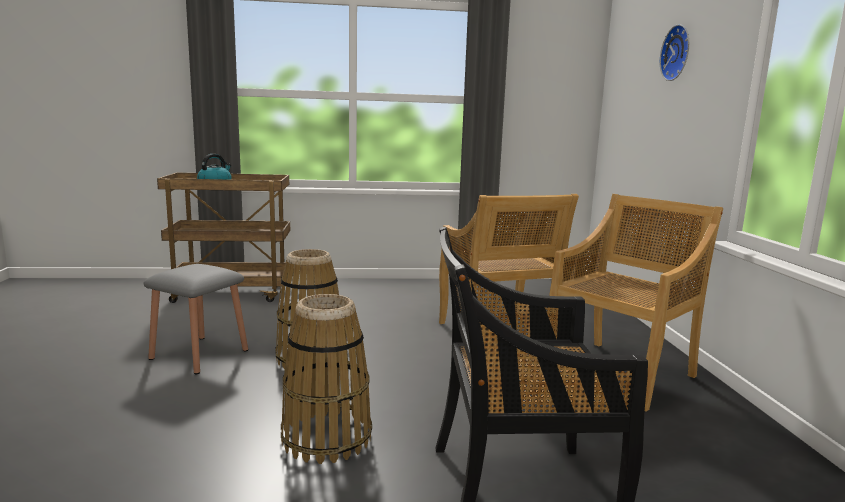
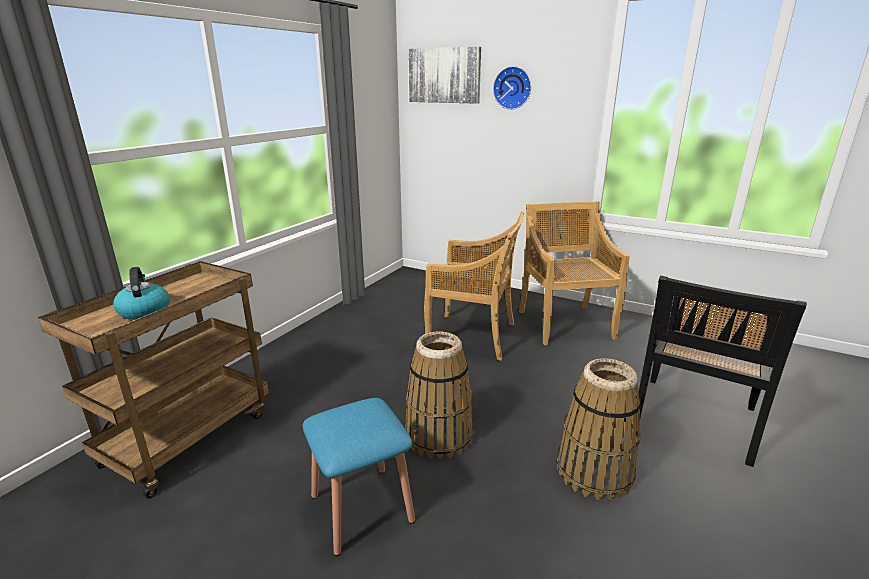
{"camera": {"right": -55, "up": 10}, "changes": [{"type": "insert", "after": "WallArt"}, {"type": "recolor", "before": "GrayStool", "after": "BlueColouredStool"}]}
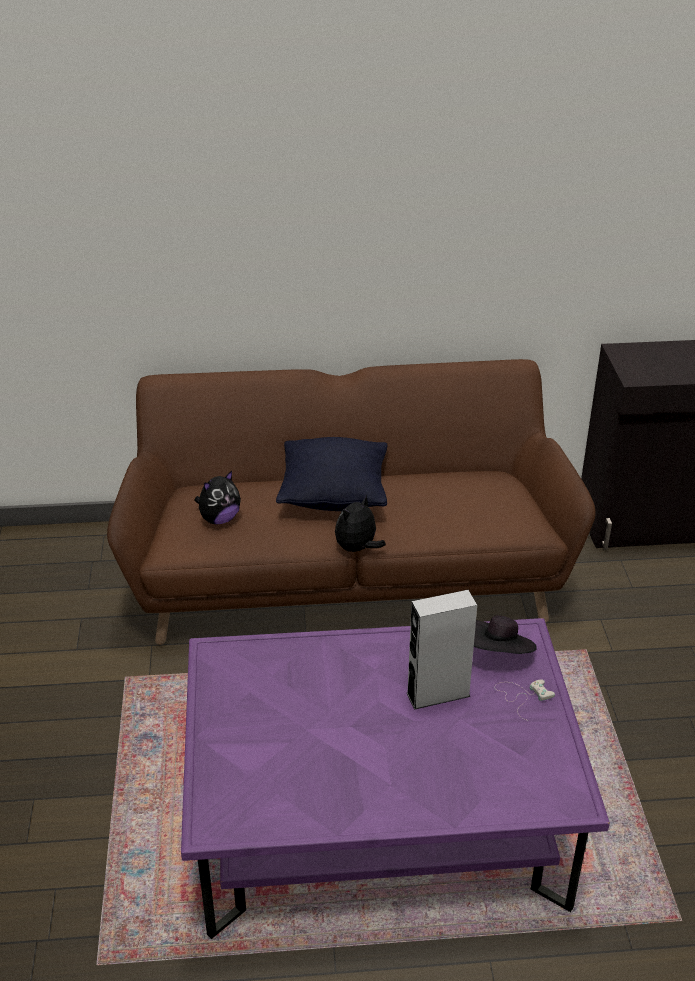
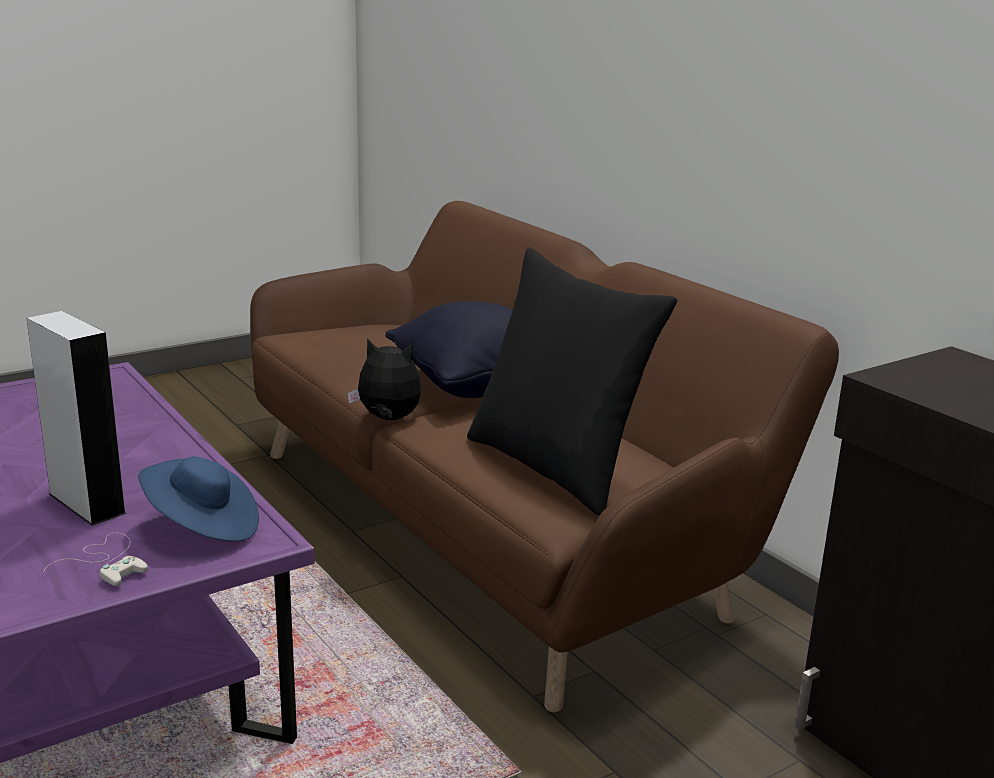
{"camera": {"right": 60, "up": -15}, "changes": [{"type": "delete", "before": "PlushToy (1st from left)"}, {"type": "insert", "after": "BlackColouredThrowPillow (2nd from left)"}, {"type": "recolor", "before": "BlackColouredWearableHat", "after": "BlueColouredWearableHat"}]}
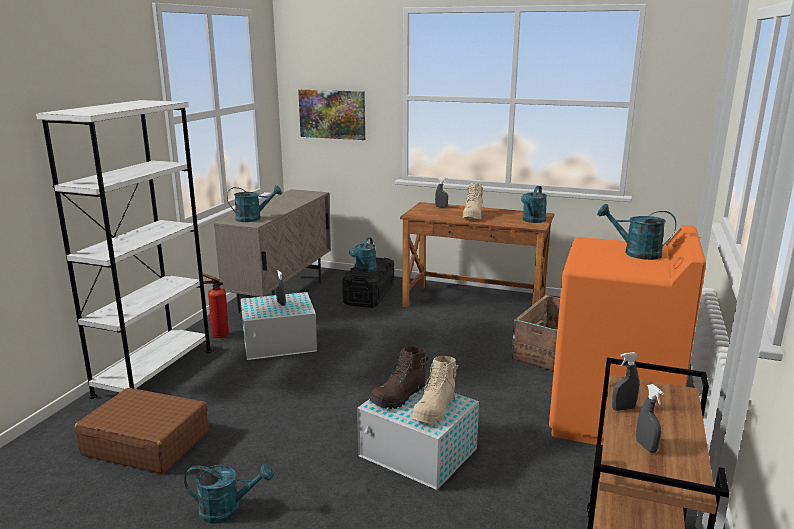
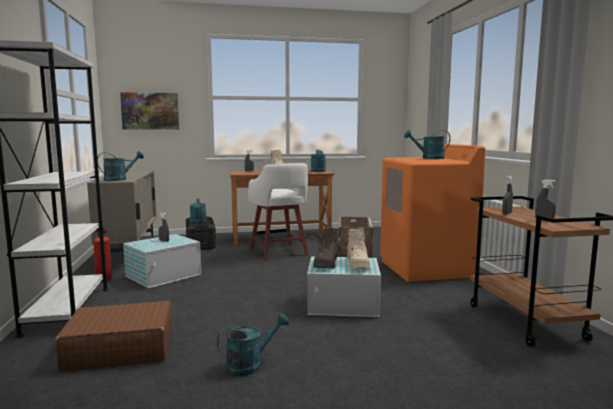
{"camera": {"right": -30, "up": -10}, "changes": [{"type": "insert", "after": "WhiteColouredStool"}]}
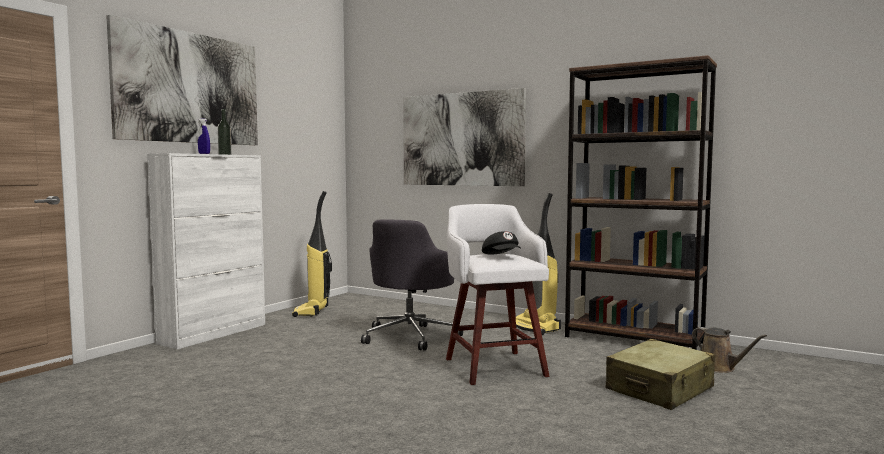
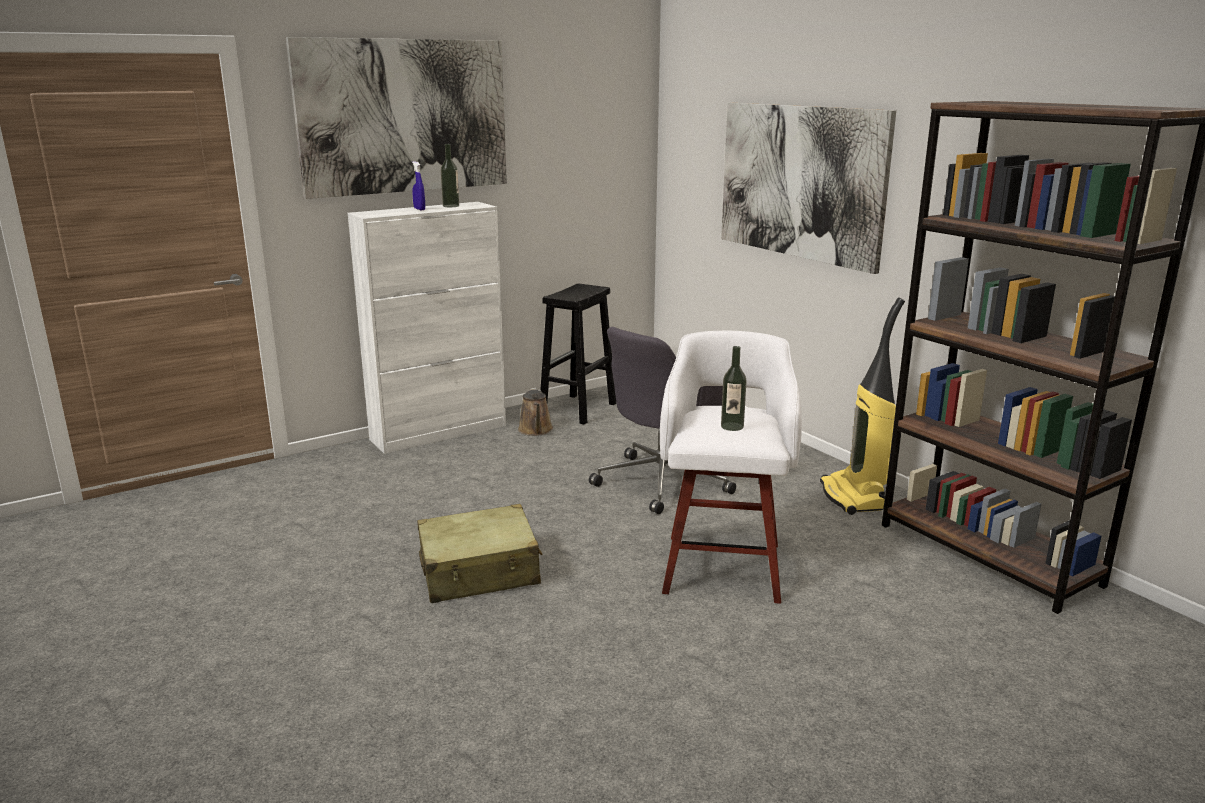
{"camera": {"right": 25, "up": 15}, "changes": [{"type": "move", "before": "SandColouredPieceOfLuggage"}, {"type": "move", "before": "BrownWateringPot"}, {"type": "replace", "before": "VacuumCleaner (1st from left)", "after": "BlackColouredStool"}, {"type": "replace", "before": "BlackColouredCap", "after": "BeverageBottle (2nd from left)"}]}
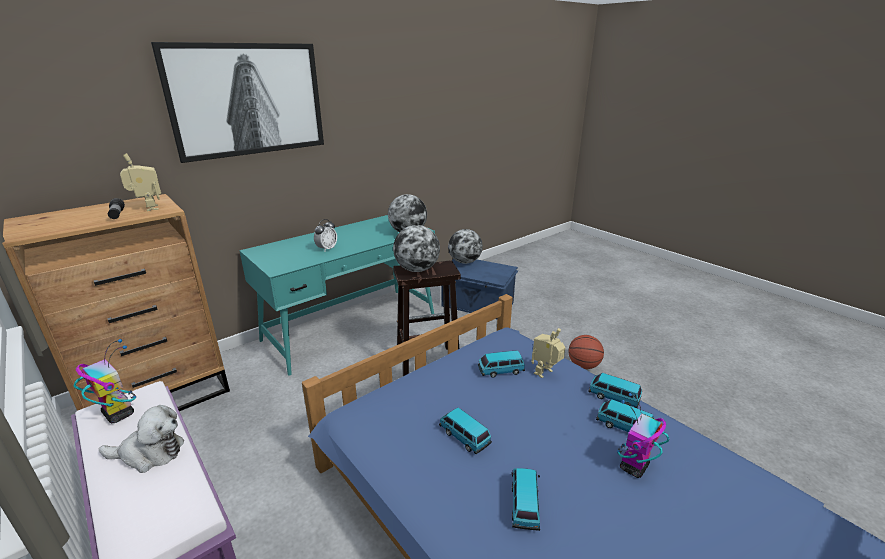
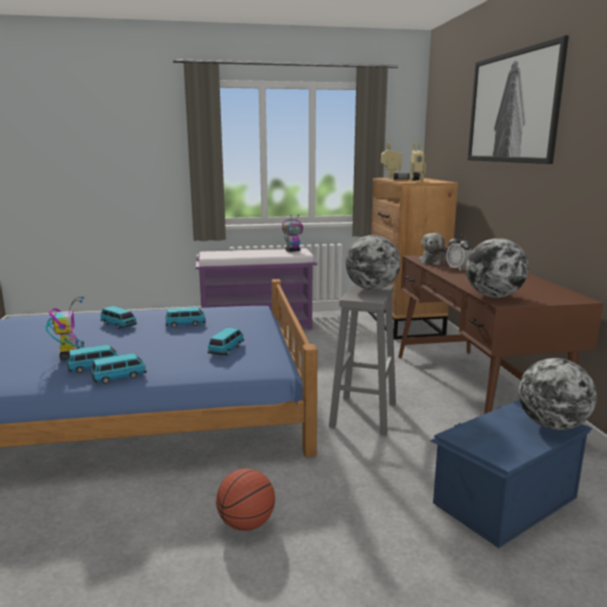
{"camera": {"right": 120, "up": -10}, "changes": [{"type": "move", "before": "PlushToy"}, {"type": "move", "before": "RobotFigure (3rd from left)"}, {"type": "recolor", "before": "BlueGreenDeskTable", "after": "BrownDeskTable"}, {"type": "recolor", "before": "BrownStool", "after": "GrayStool"}]}
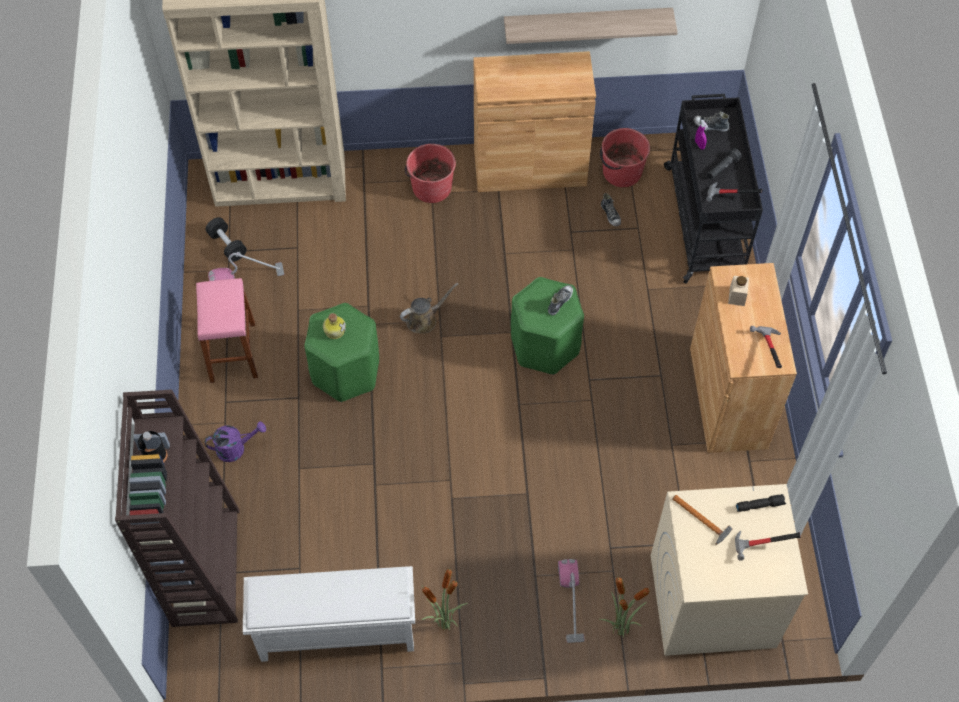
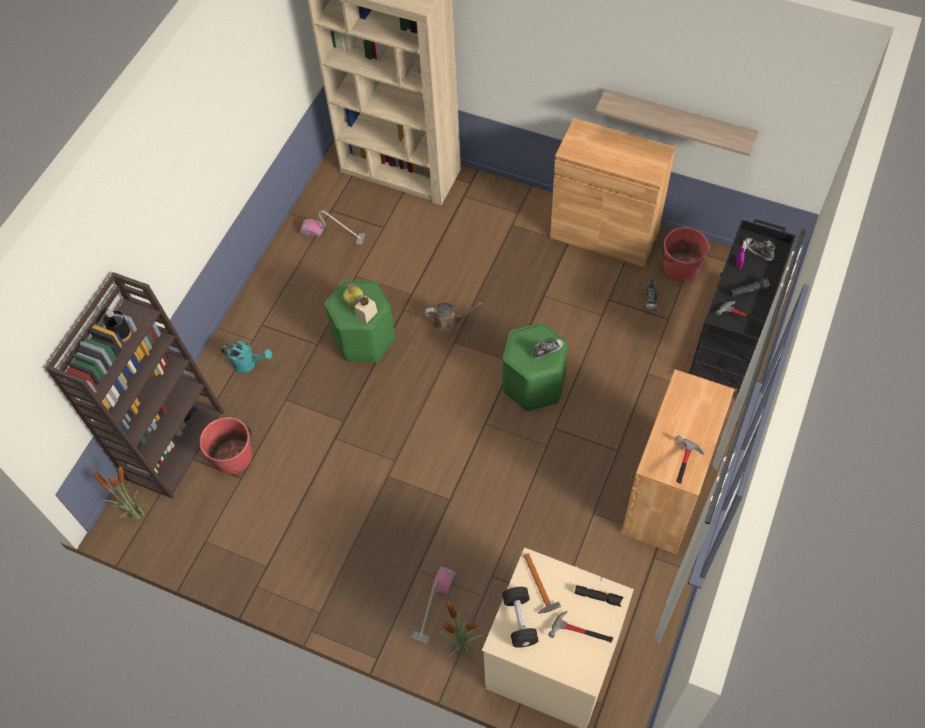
{"camera": {"right": 30, "up": 0}, "changes": [{"type": "delete", "before": "PinkishStool"}, {"type": "delete", "before": "WhiteColouredShoeStand"}, {"type": "move", "before": "BlackColouredFreeWeight"}, {"type": "move", "before": "RedColouredPail (1st from left)"}, {"type": "move", "before": "Houseplant (1st from left)"}, {"type": "move", "before": "SandColouredStorageJar"}, {"type": "recolor", "before": "PurpleWateringPot", "after": "BlueGreenWateringPot"}]}
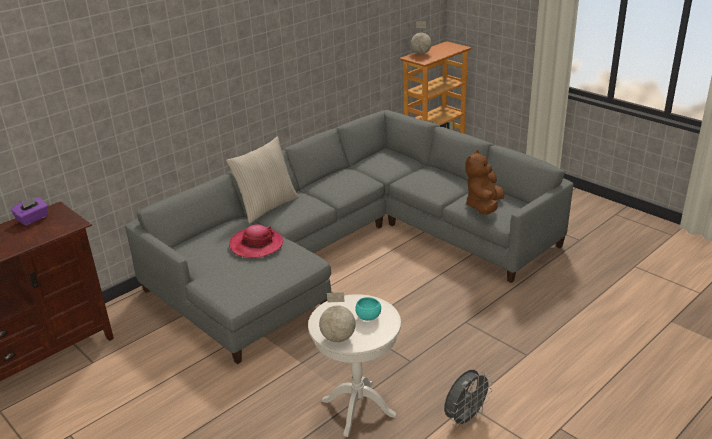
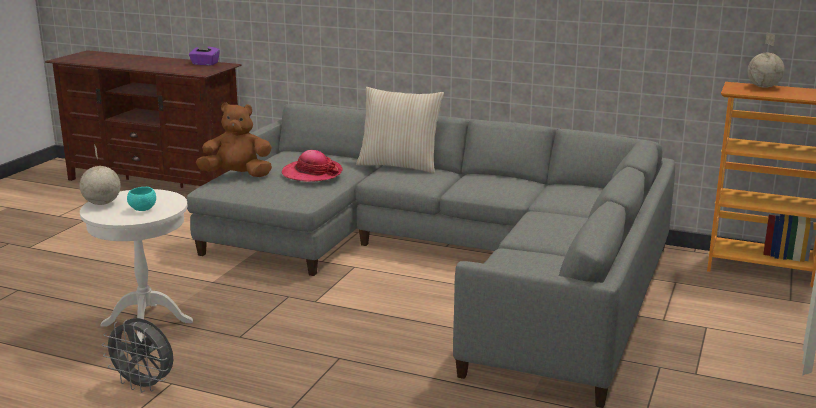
{"camera": {"right": 65, "up": -10}, "changes": [{"type": "move", "before": "BrownPlushToy"}]}
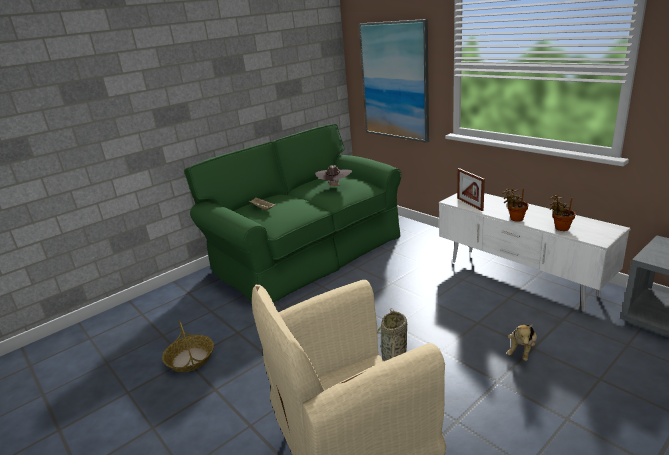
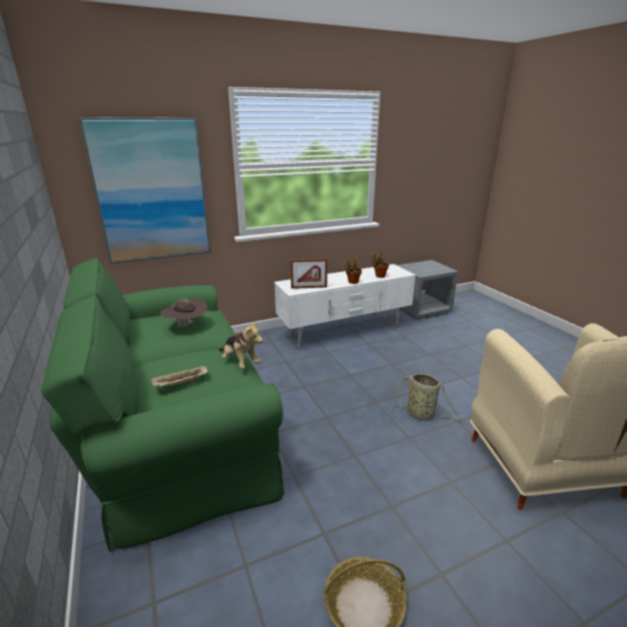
{"camera": {"right": -75, "up": 0}, "changes": [{"type": "move", "before": "PlushToy"}]}
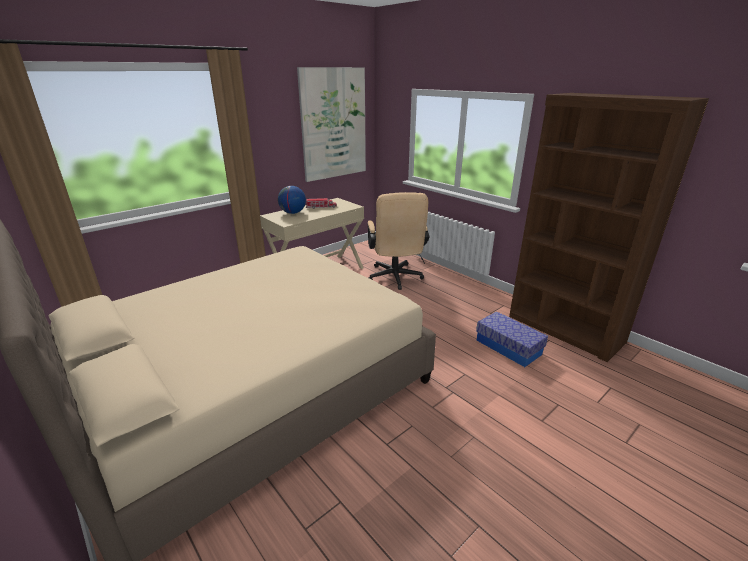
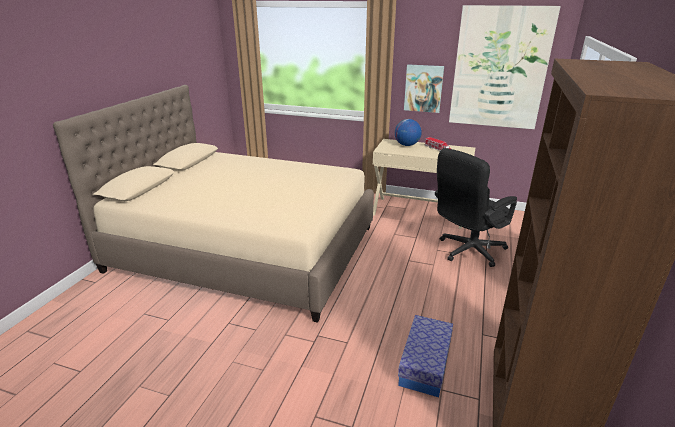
{"camera": {"right": 60, "up": 0}, "changes": [{"type": "insert", "after": "WallArt (1st from left)"}, {"type": "recolor", "before": "SandColouredOfficeChair", "after": "BlackColouredOfficeChair"}]}
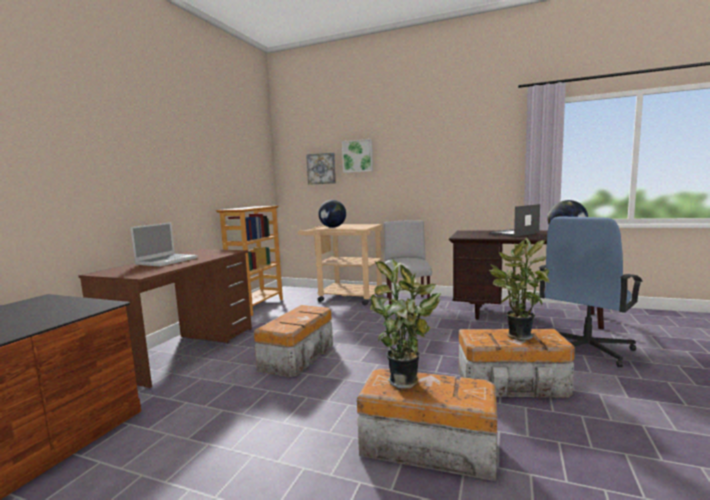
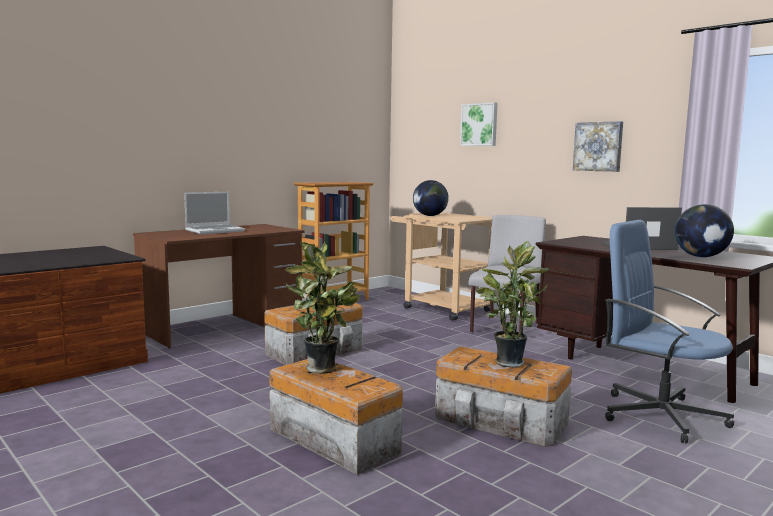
{"camera": {"right": 25, "up": 0}, "changes": [{"type": "move", "before": "WallArt (1st from left in the first image)", "after": "WallArt (2nd from left)"}, {"type": "rotate", "before": "BlueColouredOfficeChair", "turn": 60}]}
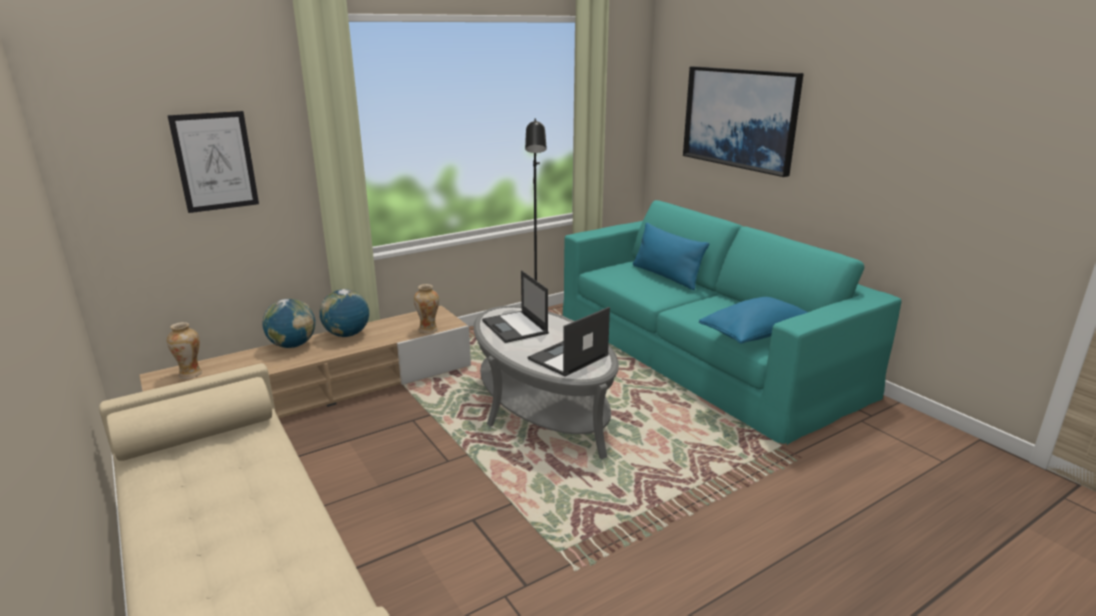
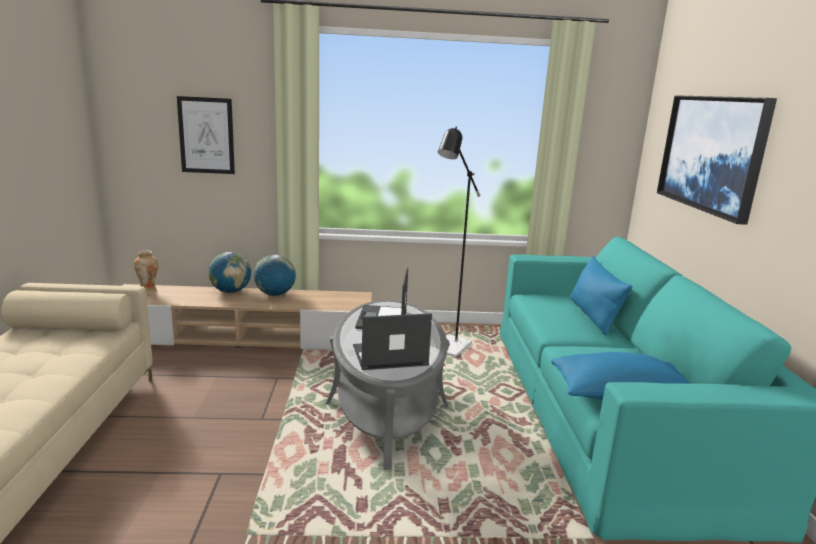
{"camera": {"right": 30, "up": -5}, "changes": [{"type": "delete", "before": "FlowerVase (2nd from left)"}]}
